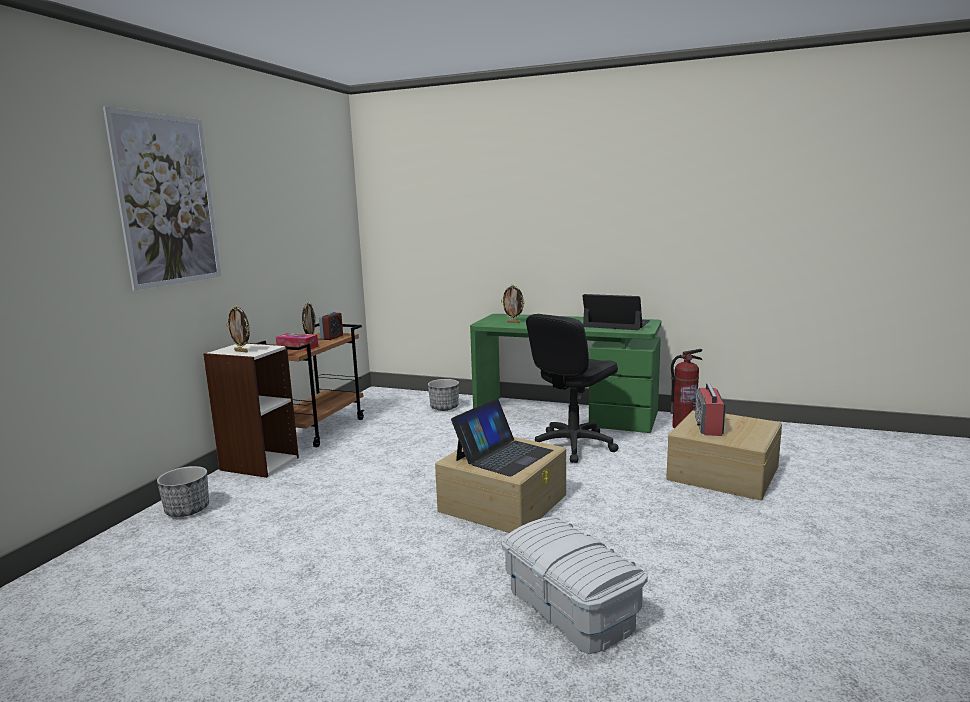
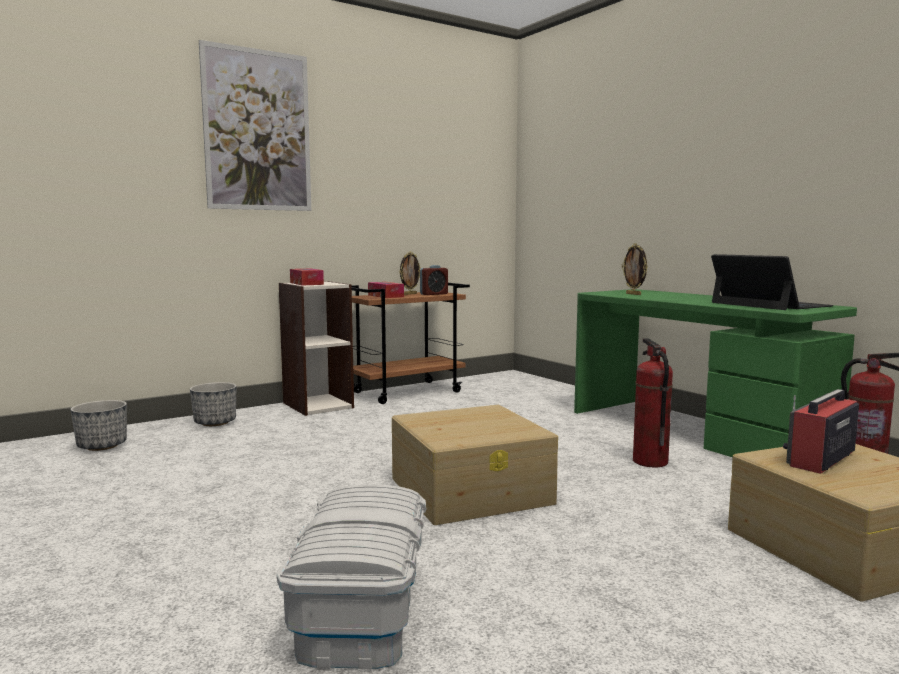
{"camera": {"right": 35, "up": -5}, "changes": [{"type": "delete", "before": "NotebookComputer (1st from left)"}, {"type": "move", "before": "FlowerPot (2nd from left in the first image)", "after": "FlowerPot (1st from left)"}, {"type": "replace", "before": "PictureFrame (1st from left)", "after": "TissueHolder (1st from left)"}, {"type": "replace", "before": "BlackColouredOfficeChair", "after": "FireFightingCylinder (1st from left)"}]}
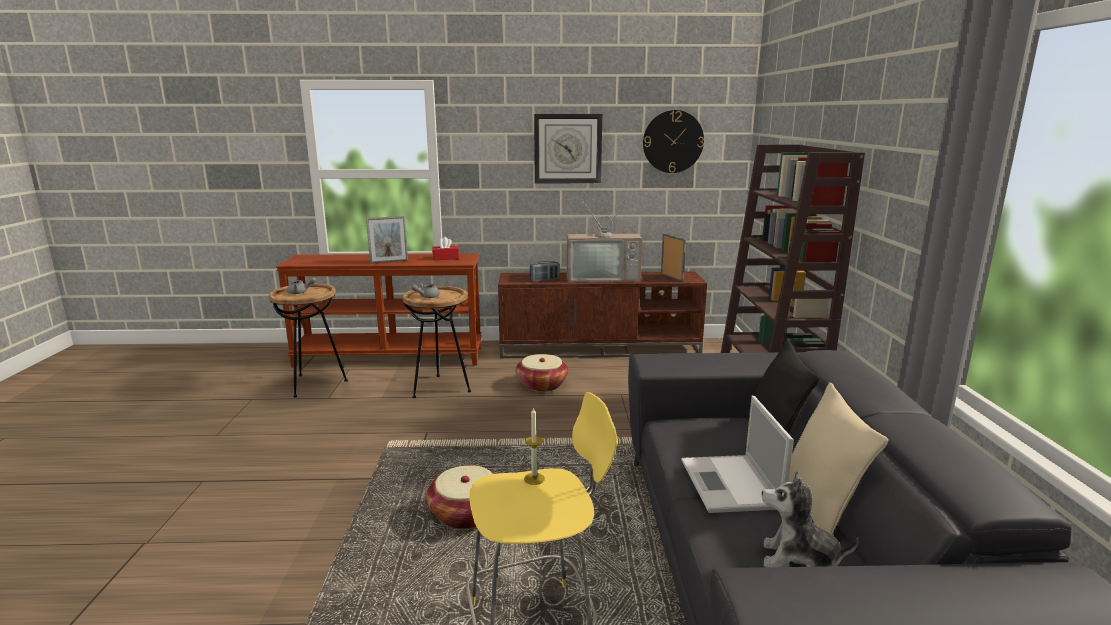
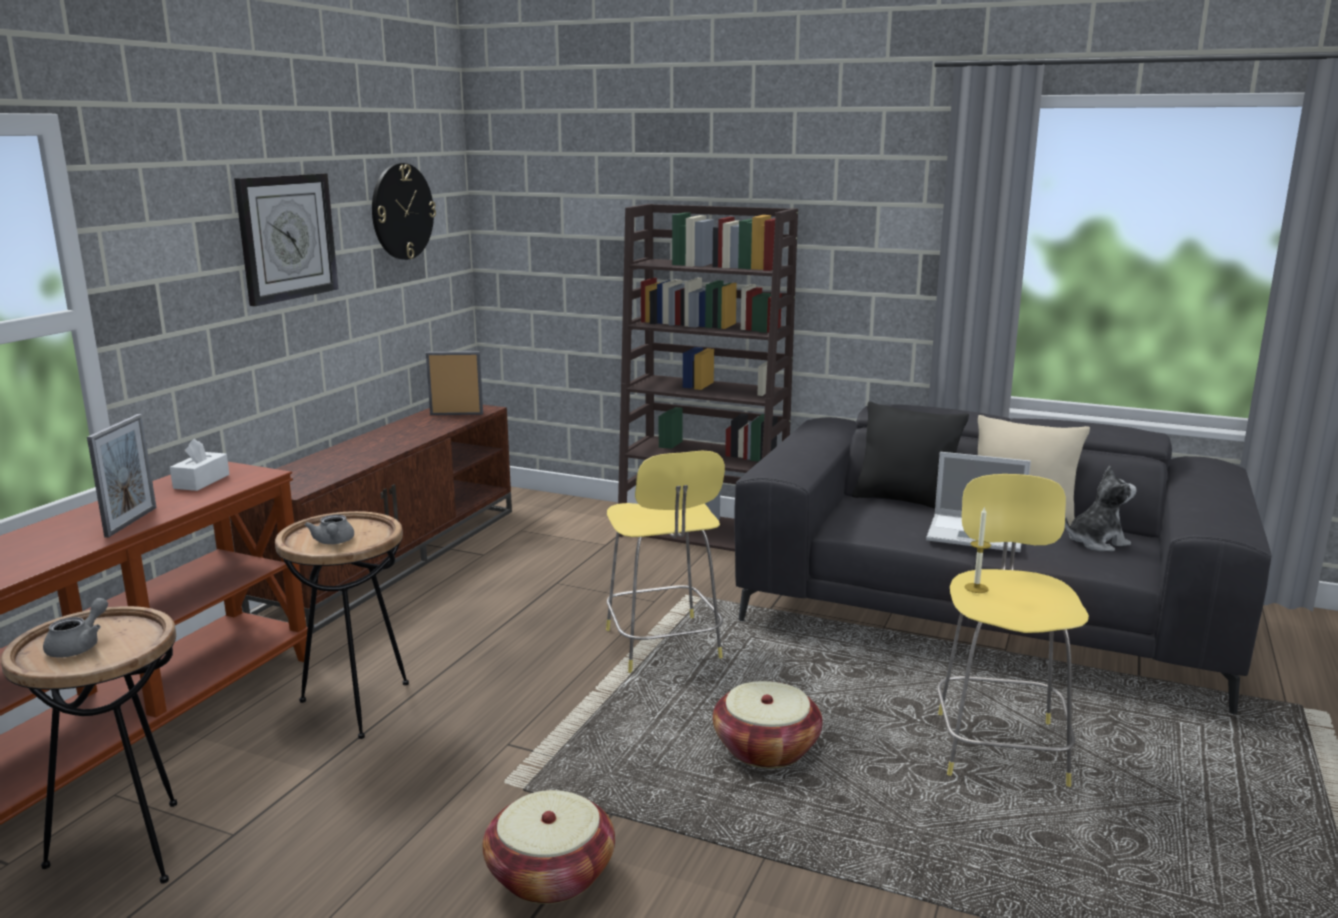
{"camera": {"right": -65, "up": 0}, "changes": [{"type": "delete", "before": "RadioSet"}, {"type": "delete", "before": "TvSet"}, {"type": "insert", "after": "YellowColouredStool (1st from left)"}, {"type": "move", "before": "HouseholdBasket (2nd from left in the first image)", "after": "HouseholdBasket (1st from left)"}, {"type": "recolor", "before": "RedColouredTissueHolder", "after": "WhiteColouredTissueHolder"}, {"type": "rotate", "before": "PlushToy", "turn": -150}]}
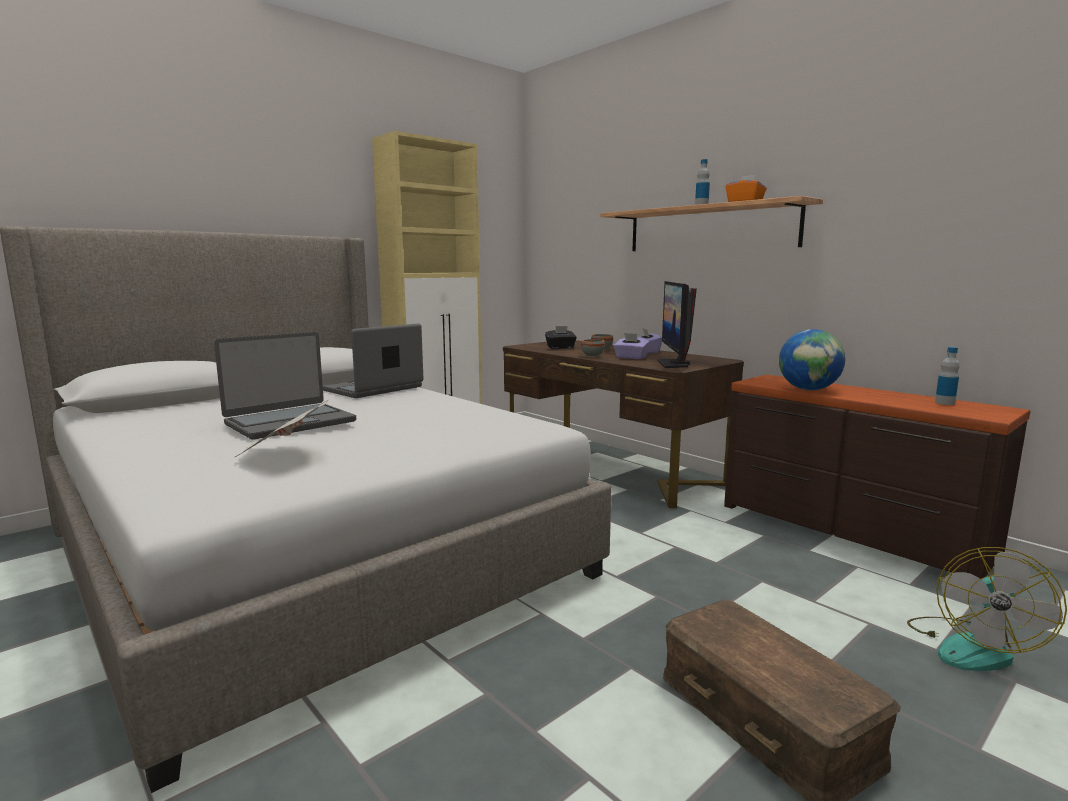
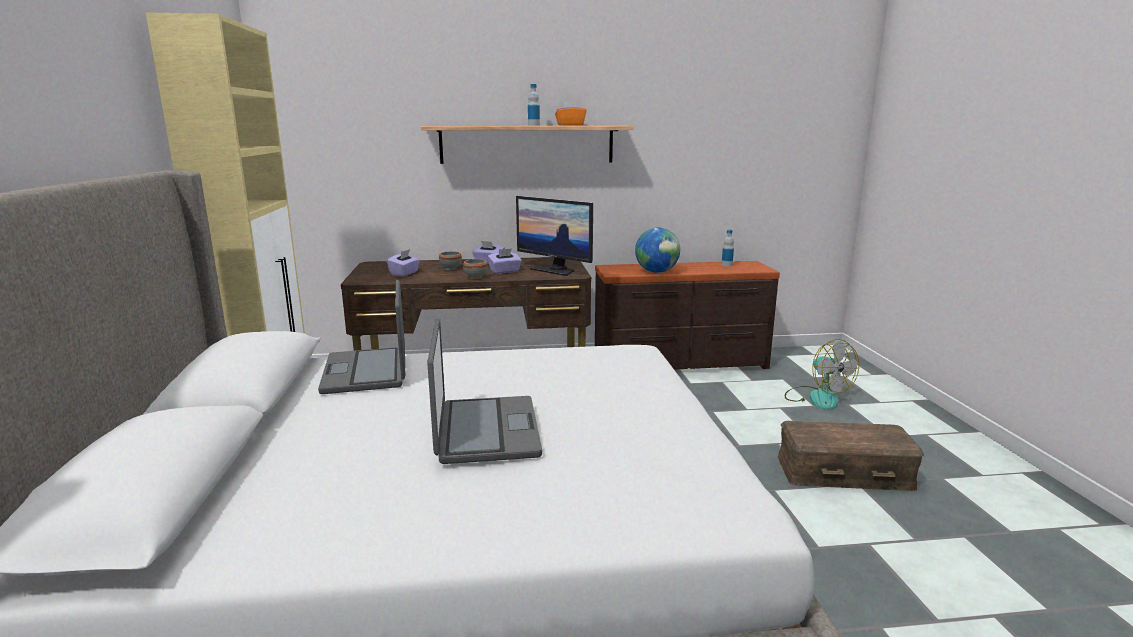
{"camera": {"right": -55, "up": 5}, "changes": [{"type": "delete", "before": "DailyPaper"}, {"type": "recolor", "before": "BlackColouredTissueHolder", "after": "PurpleTissueHolder (1st from left)"}]}
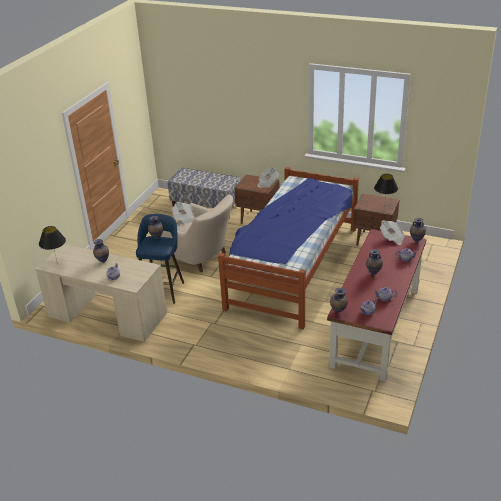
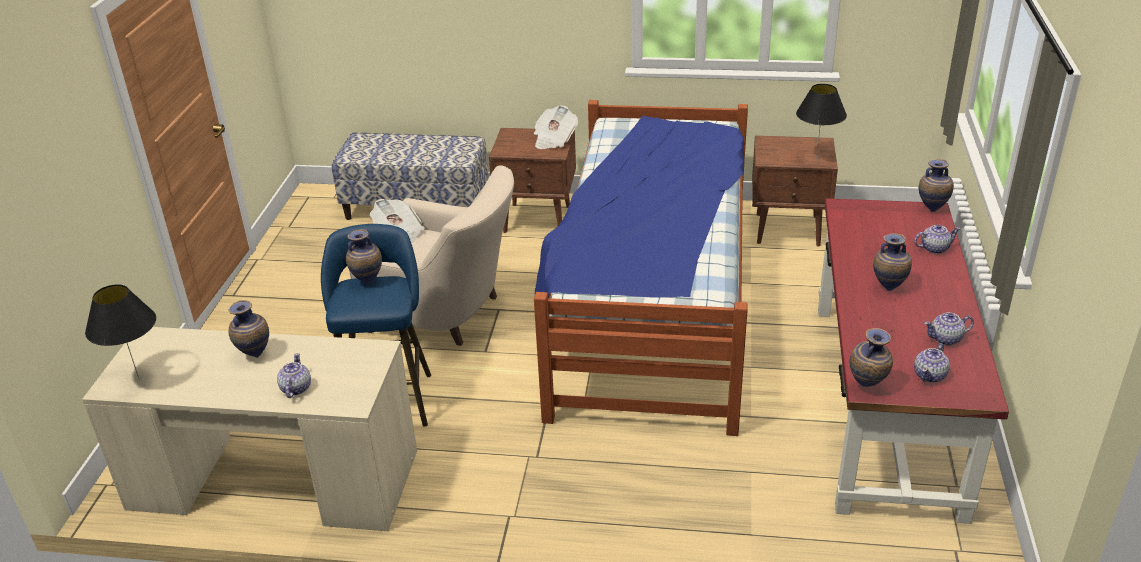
{"camera": {"right": -15, "up": 0}, "changes": [{"type": "delete", "before": "DailyPaper (3rd from left)"}]}
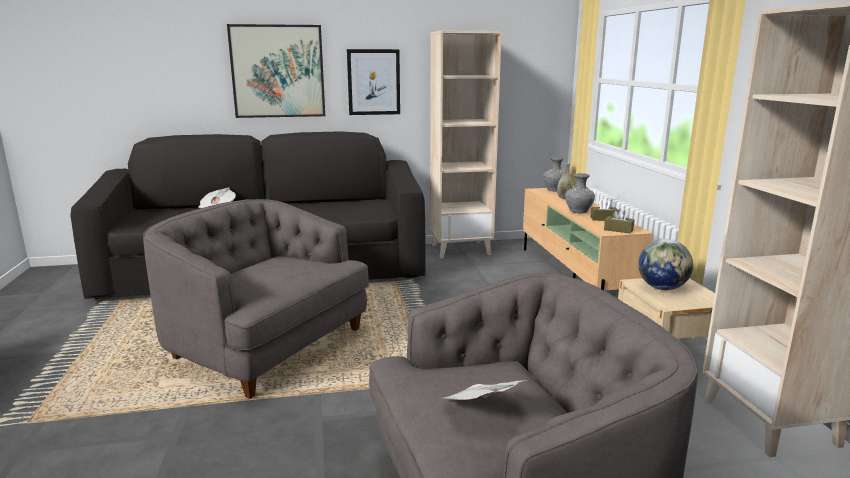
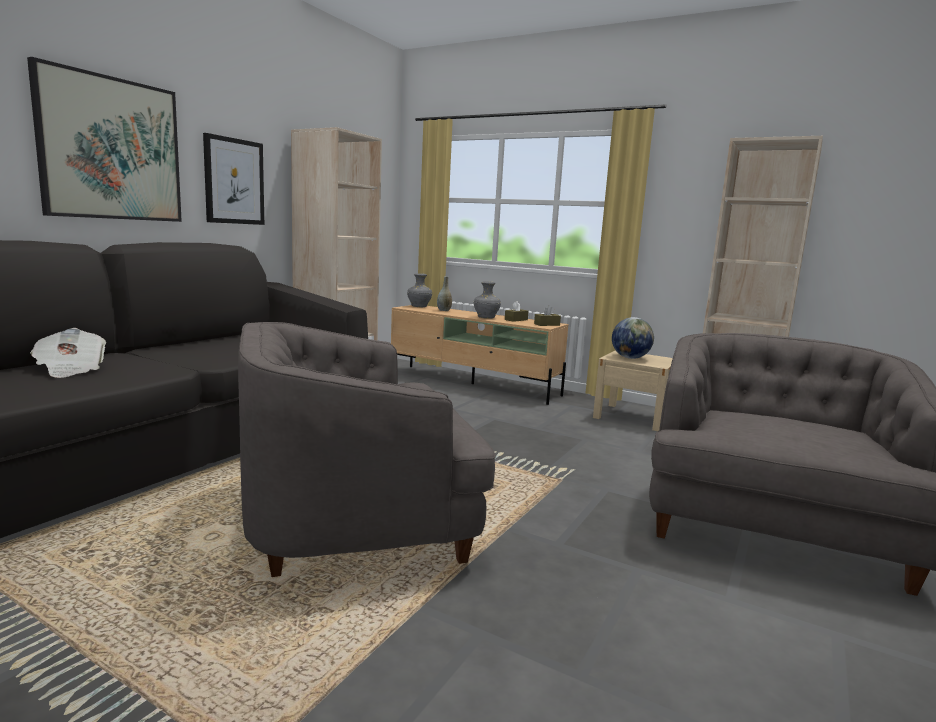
{"camera": {"right": -50, "up": -5}, "changes": [{"type": "delete", "before": "DailyPaper (2nd from left)"}]}
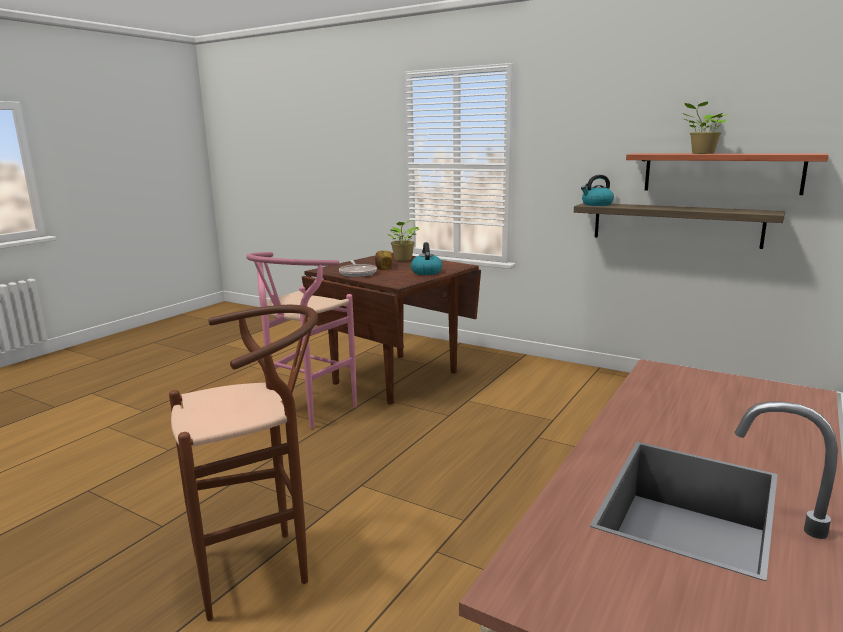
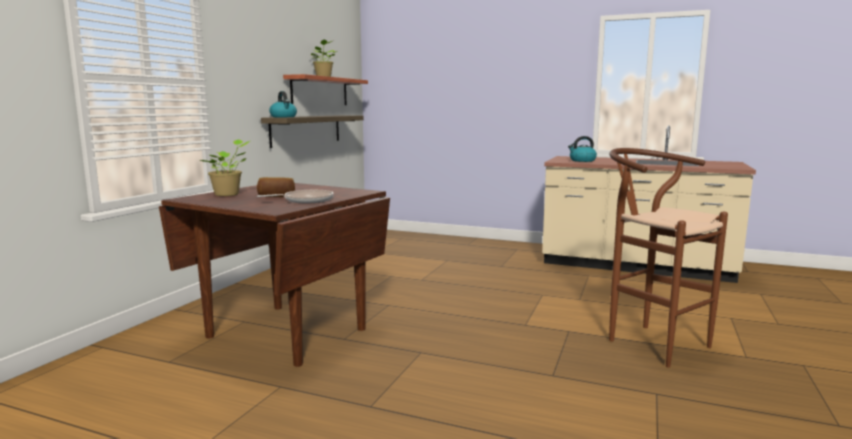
{"camera": {"right": -100, "up": -5}, "changes": [{"type": "delete", "before": "PinkishStool"}, {"type": "move", "before": "Kettle (1st from left in the first image)", "after": "Kettle (2nd from left)"}]}
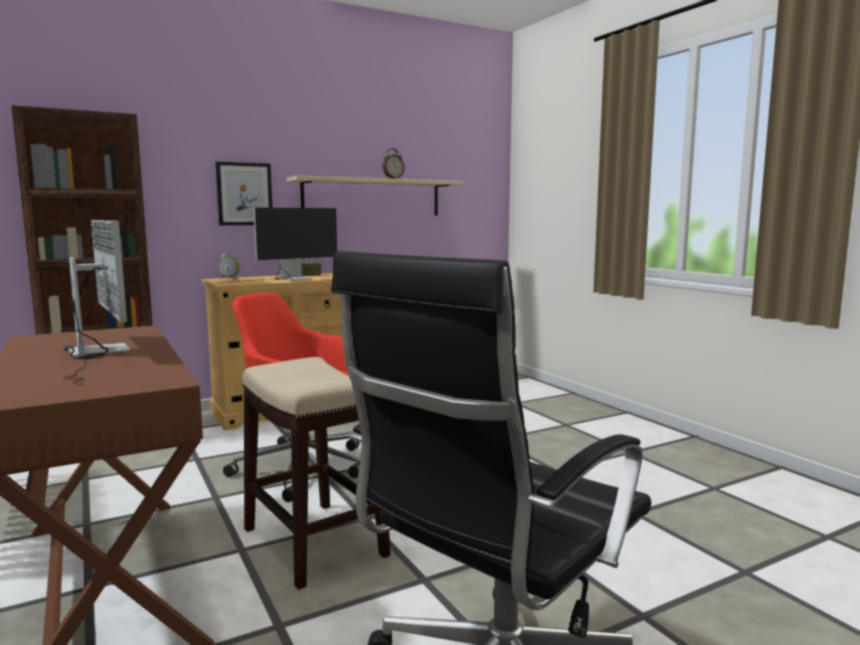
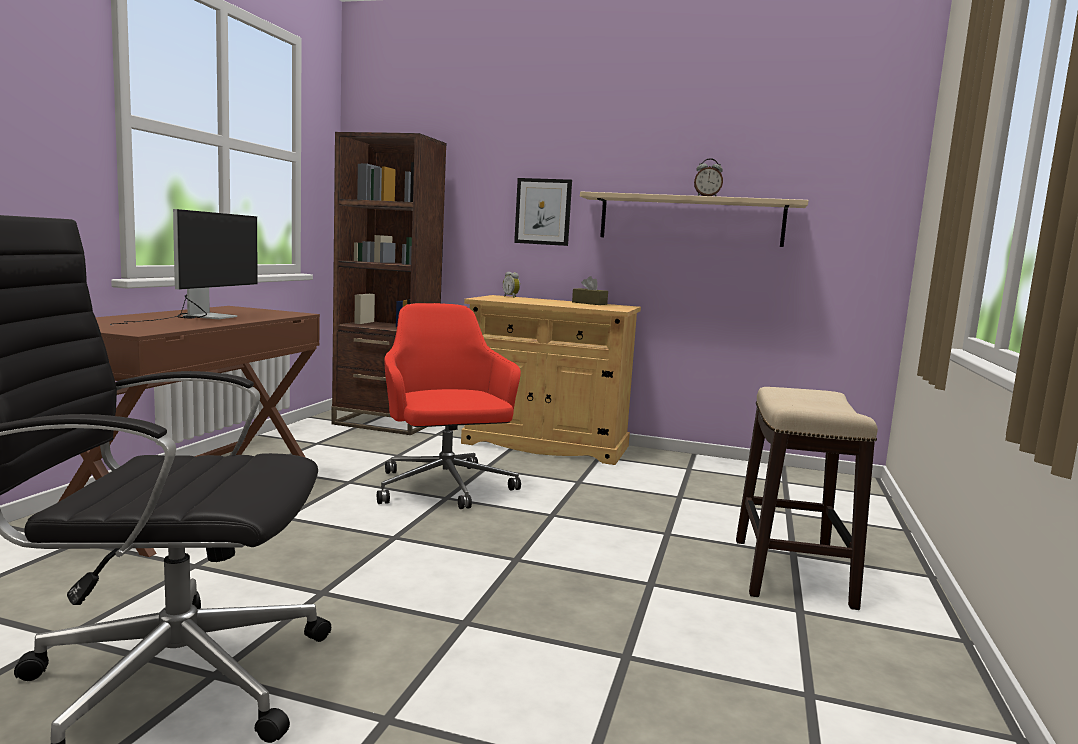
{"camera": {"right": 45, "up": 0}, "changes": [{"type": "delete", "before": "ComputerScreen (2nd from left)"}, {"type": "move", "before": "Stool"}]}
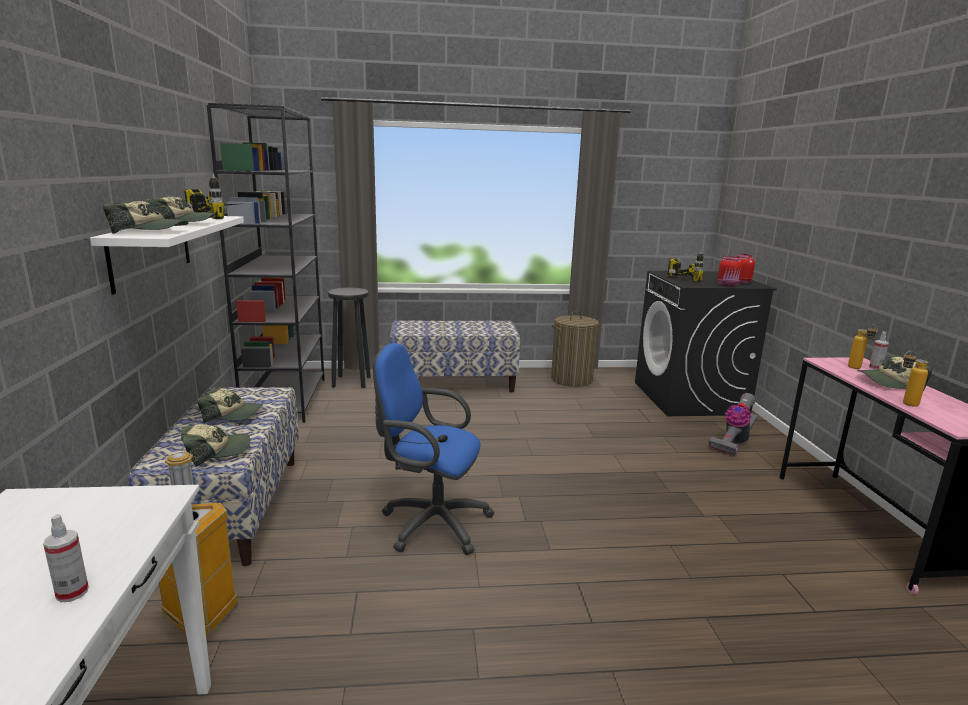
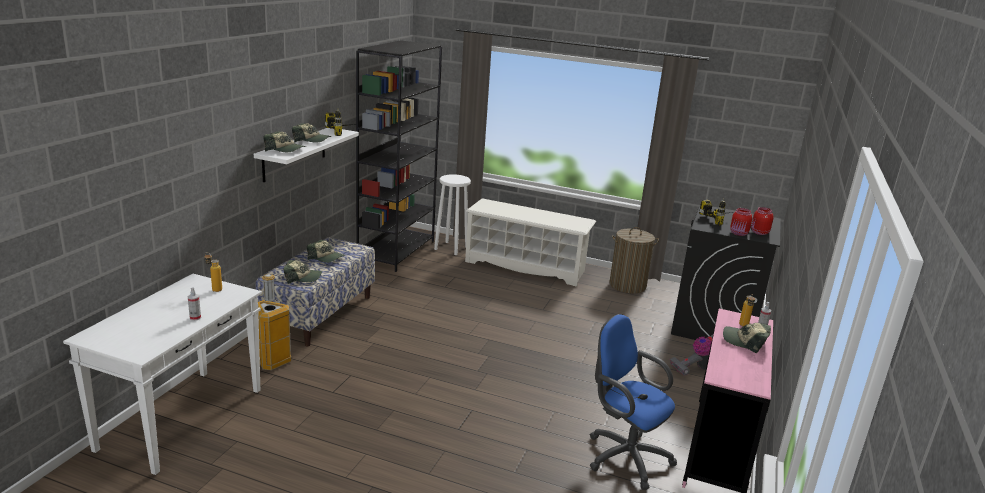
{"camera": {"right": 25, "up": 5}, "changes": [{"type": "move", "before": "BlueColouredOfficeChair"}, {"type": "move", "before": "BeverageBottle (2nd from left in the first image)", "after": "BeverageBottle (1st from left)"}, {"type": "replace", "before": "IndoorBench (2nd from left)", "after": "WhiteColouredShoeStand"}, {"type": "recolor", "before": "BlackColouredStool", "after": "WhiteColouredStool"}]}
